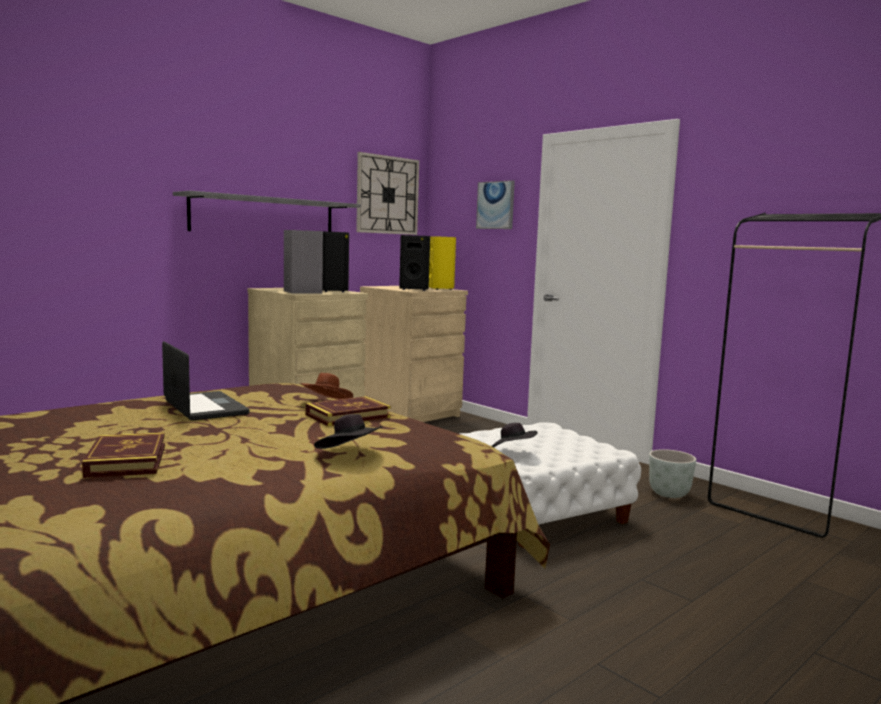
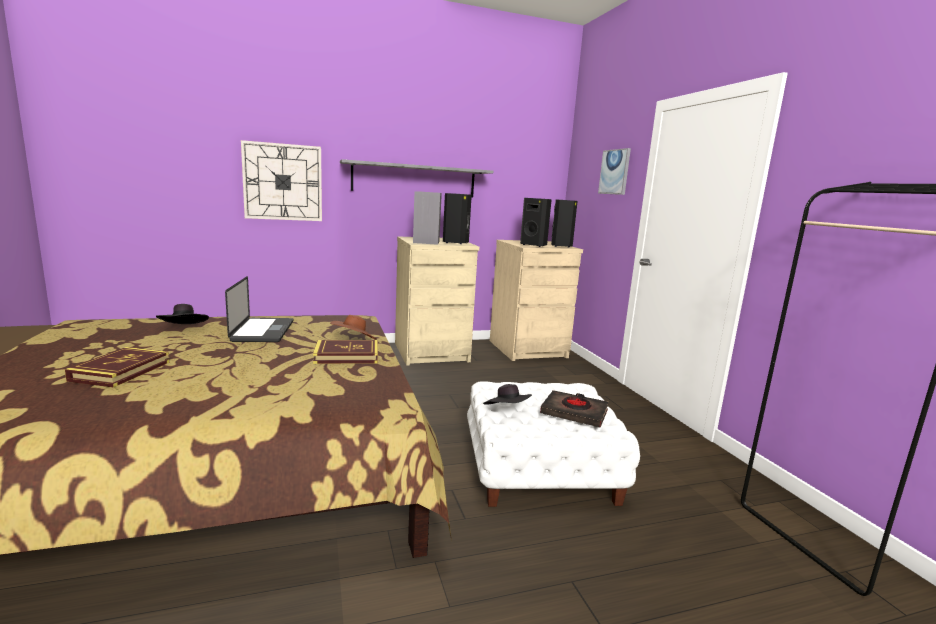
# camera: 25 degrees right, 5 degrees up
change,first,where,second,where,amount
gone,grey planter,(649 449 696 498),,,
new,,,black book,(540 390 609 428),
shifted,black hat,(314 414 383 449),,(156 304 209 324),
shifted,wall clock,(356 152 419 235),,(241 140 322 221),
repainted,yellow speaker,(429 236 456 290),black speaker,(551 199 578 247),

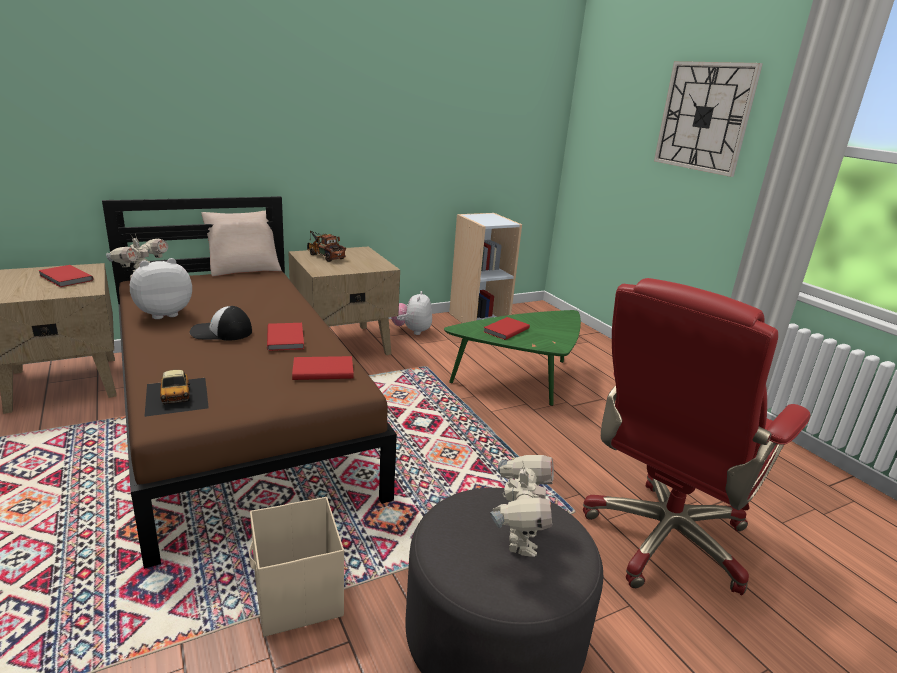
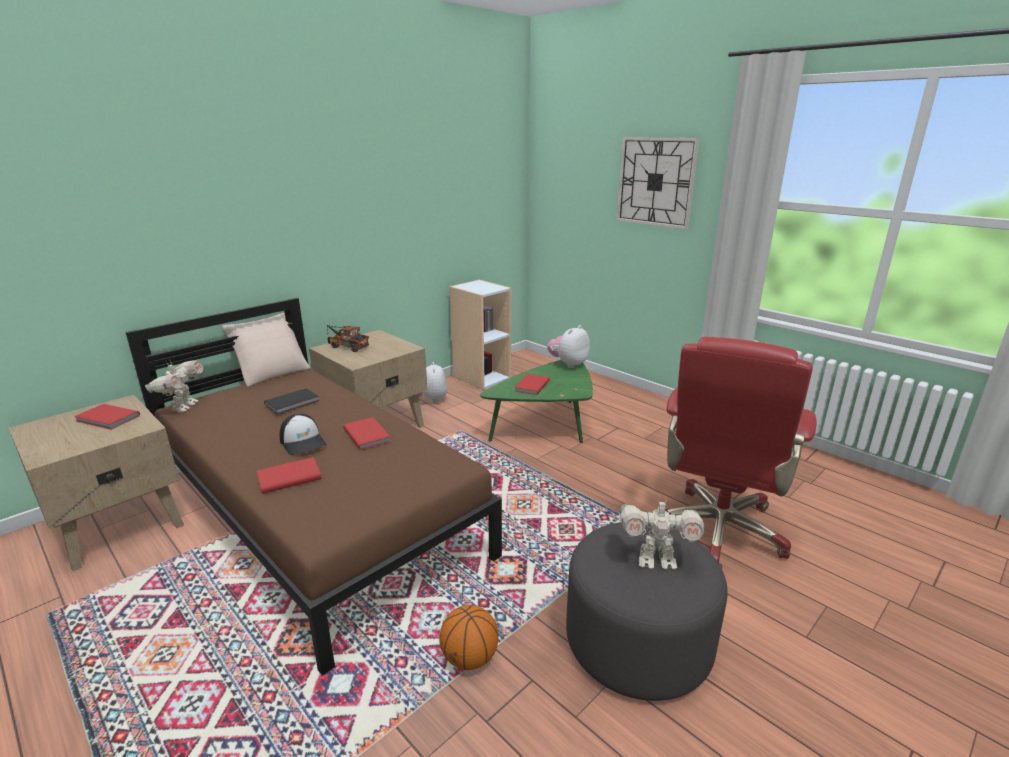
# camera: 15 degrees left, 0 degrees up
change,first,where,second,where,amount
gone,toy car,(144 370 209 417),,,
new,,,black book,(264 388 319 415),
shifted,plush toy,(130 258 192 319),,(547 325 590 368),
shifted,red book,(292 356 354 380),,(257 457 322 494),
swapped,beige storage box,(249 497 344 637),basketball,(439 605 499 670),
rotated,cap,(190 306 252 341),,(280 414 326 455),105 degrees counterclockwise
rotated,toy robot,(490 455 554 557),,(620 496 704 569),105 degrees clockwise

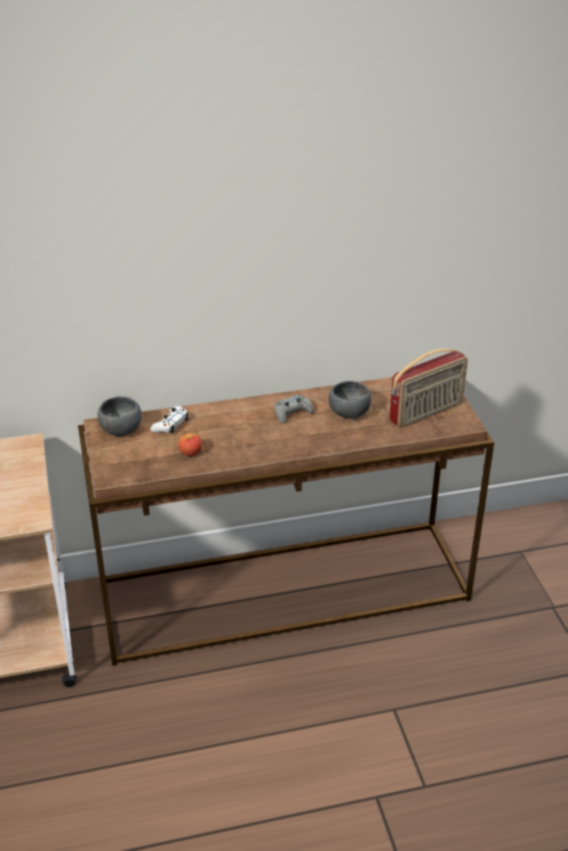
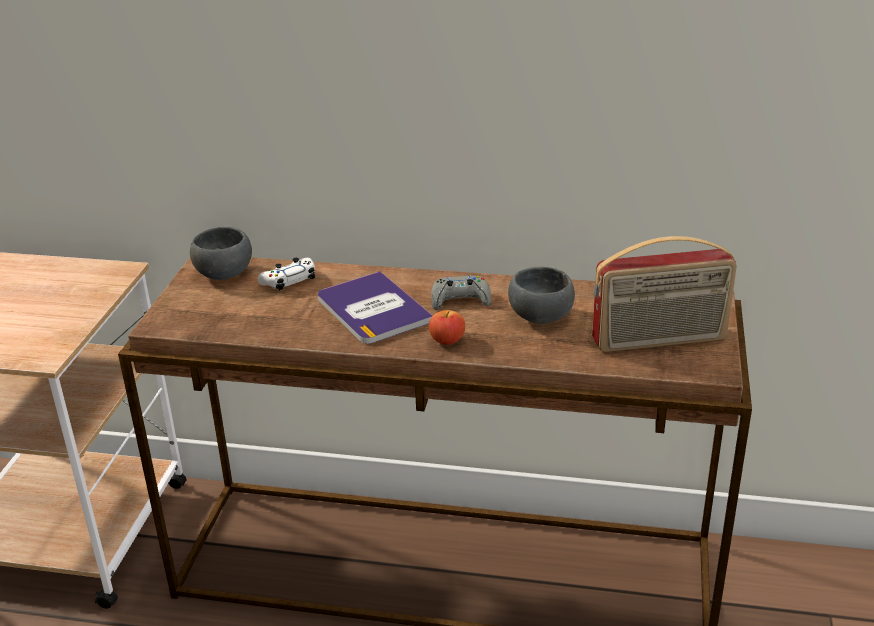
# camera: 25 degrees right, 5 degrees down
change,first,where,second,where,amount
new,,,book,(318 271 433 344),
shifted,apple,(178 433 202 456),,(429 310 465 345),

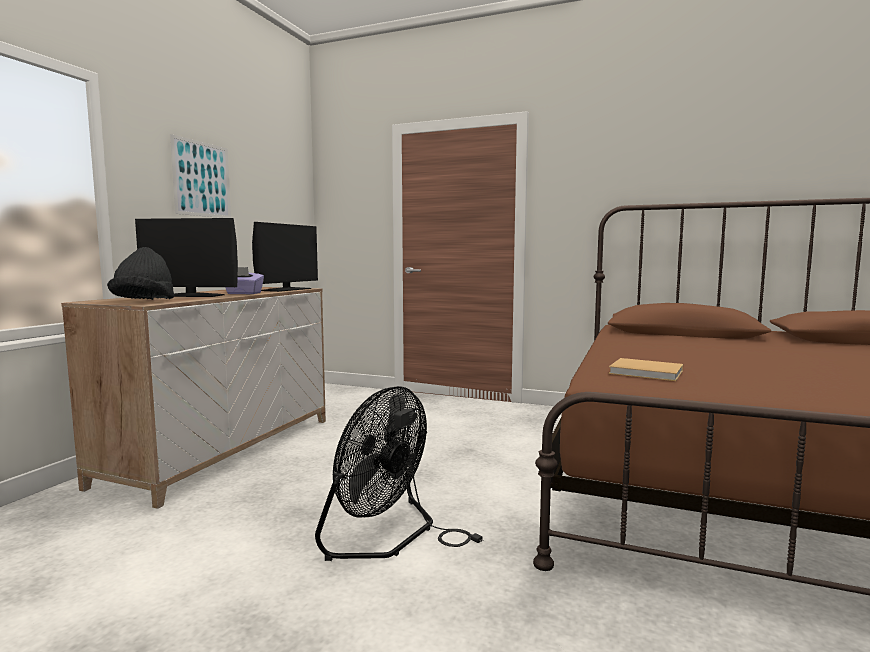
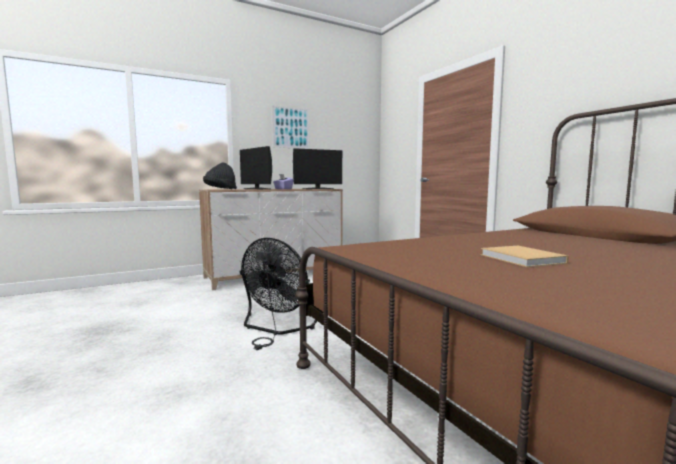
# camera: 40 degrees right, 0 degrees up
change,first,where,second,where,amount
shifted,beige book,(609 358 683 381),,(481 246 569 267),
rotated,black fan,(315 386 483 561),,(239 238 317 350),45 degrees clockwise

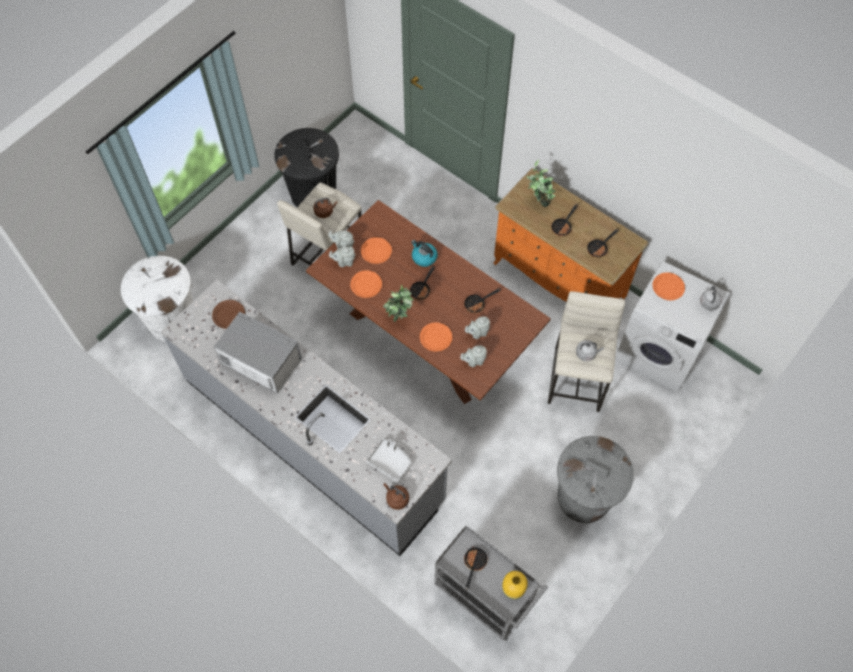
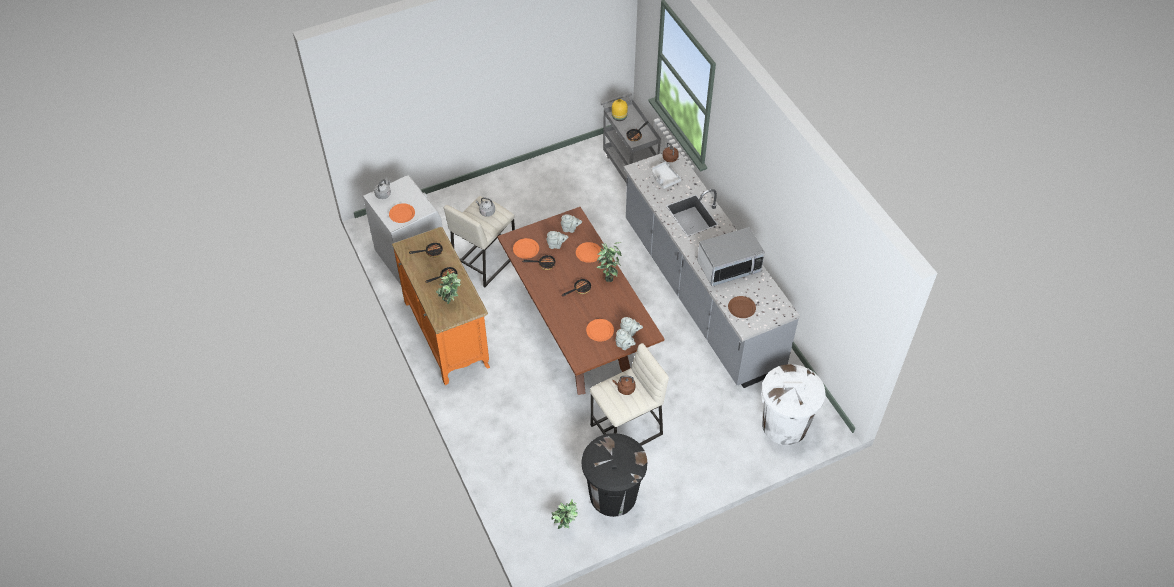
# camera: 155 degrees left, 10 degrees down
change,first,where,second,where,amount
gone,kettle,(411 240 438 267),,,
gone,grey trash can,(557 436 634 523),,,
new,,,potted plant,(551 500 578 529),
shifted,orange plate,(350 270 382 298),,(513 238 539 259),
rotated,microwave,(214 312 302 394),,(697 227 765 286),75 degrees counterclockwise

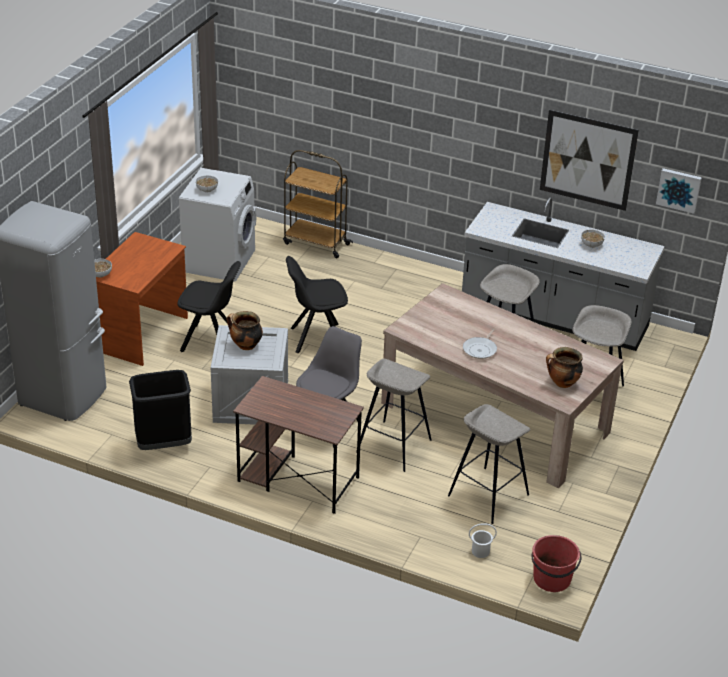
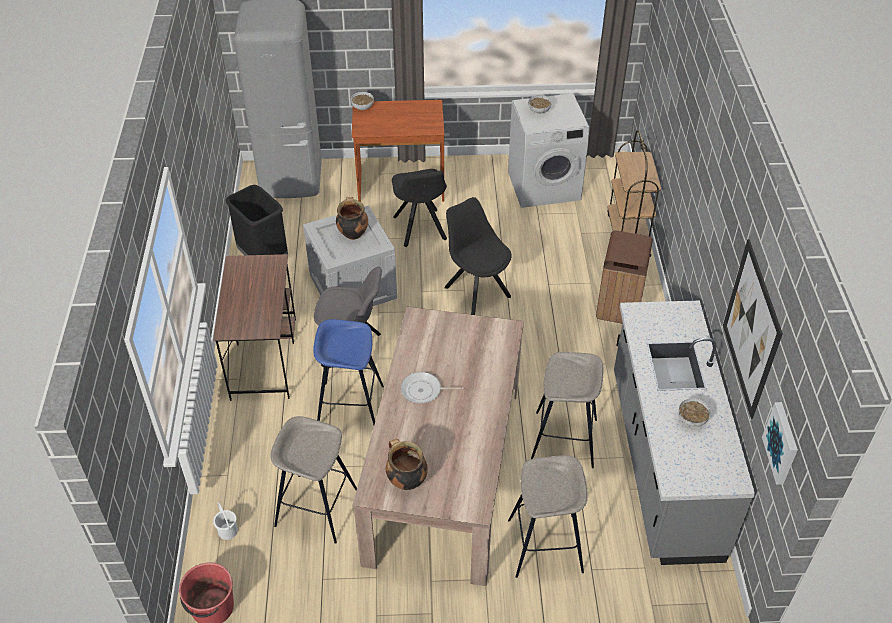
# camera: 65 degrees right, 10 degrees up
change,first,where,second,where,amount
new,,,brown trash can,(596 230 653 324),
repainted,grey stool,(356 359 431 472),blue stool,(313 319 384 425),

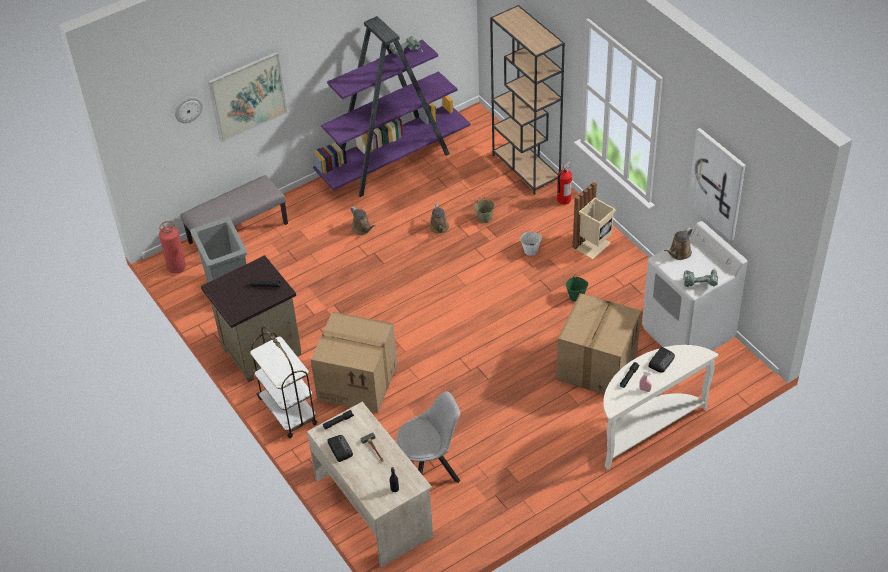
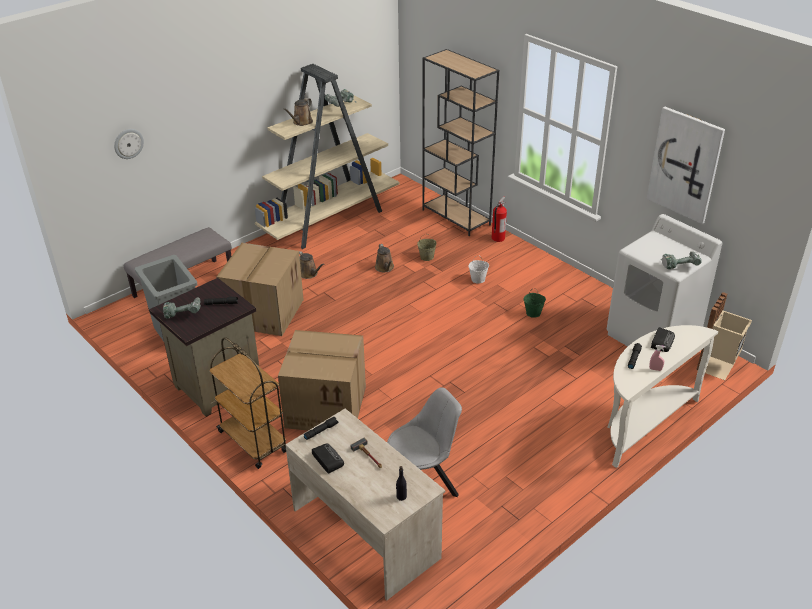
# camera: 10 degrees left, 10 degrees down
change,first,where,second,where,amount
gone,fire extinguisher,(159 221 186 274),,,
gone,picture,(208 52 287 142),,,
new,,,power drill,(163 297 201 319),
shifted,cardboard box,(557 293 641 394),,(216 243 304 336),
shifted,beige trash can,(572 182 616 259),,(696 292 752 380),
shifted,brown watering can,(664 227 692 260),,(283 98 313 126),
repainted,white cart,(250 327 317 438),brown cart,(209 337 286 469),
repainted,purple bookcase,(313 16 471 197),beige bookcase,(255 64 400 249),

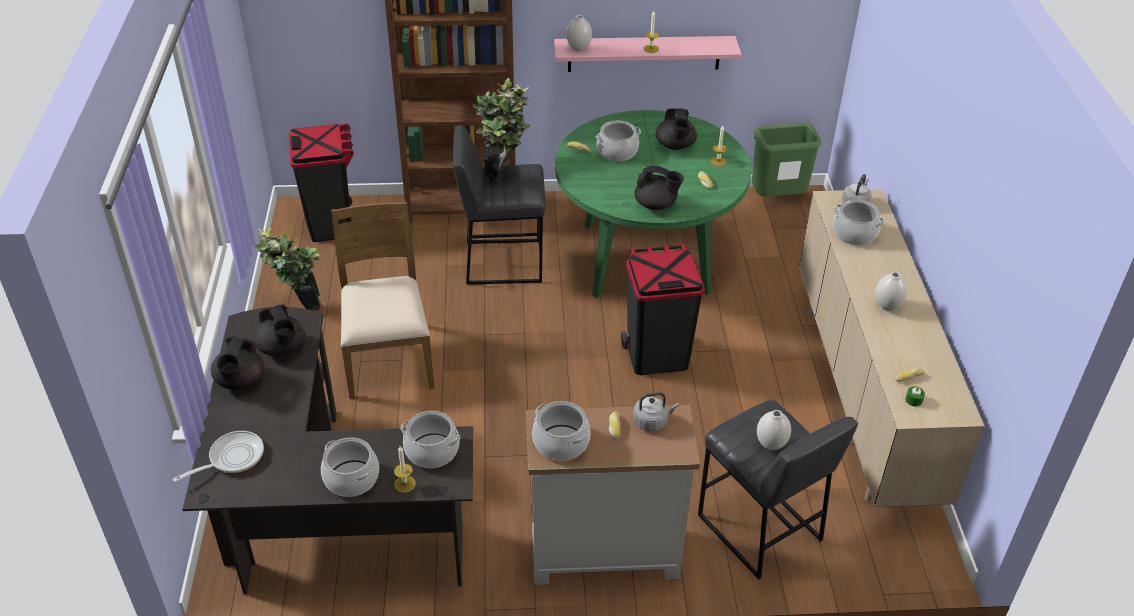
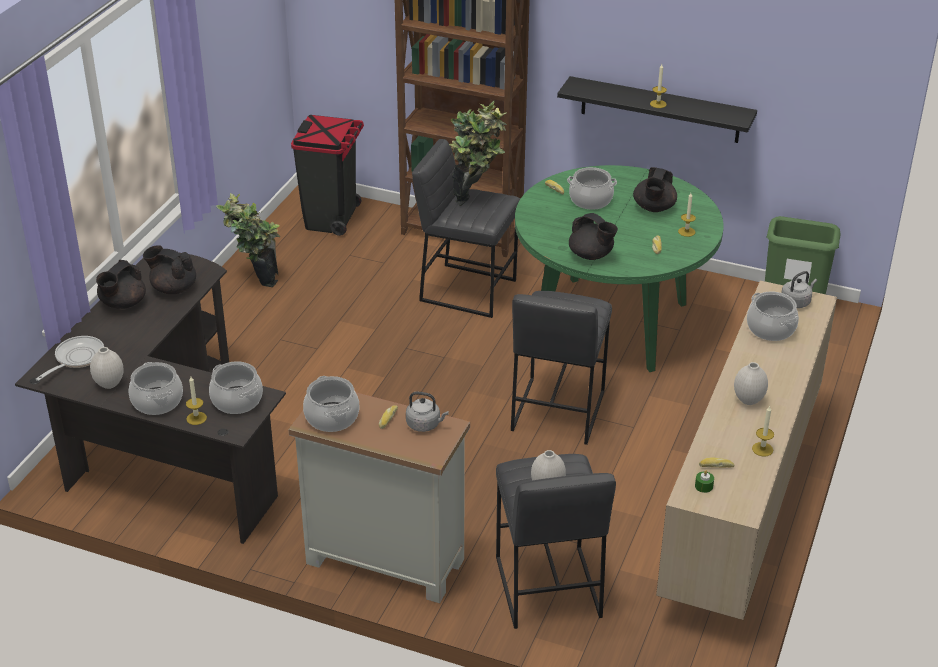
# camera: 25 degrees right, 5 degrees down
change,first,where,second,where,amount
gone,brown chair,(331 202 434 399),,,
new,,,candle,(752 406 774 456),
shifted,white vase,(566 15 592 51),,(90 347 124 389),
swapped,black trash can,(621 244 705 375),grey stool,(511 291 612 445),
repainted,pink shelf,(554 36 742 72),black shelf,(557 76 757 143),
rotated,frying pan,(173 431 264 482),,(36 336 104 381),45 degrees counterclockwise
rotated,black teapot,(254 304 305 356),,(143 245 196 294),120 degrees clockwise

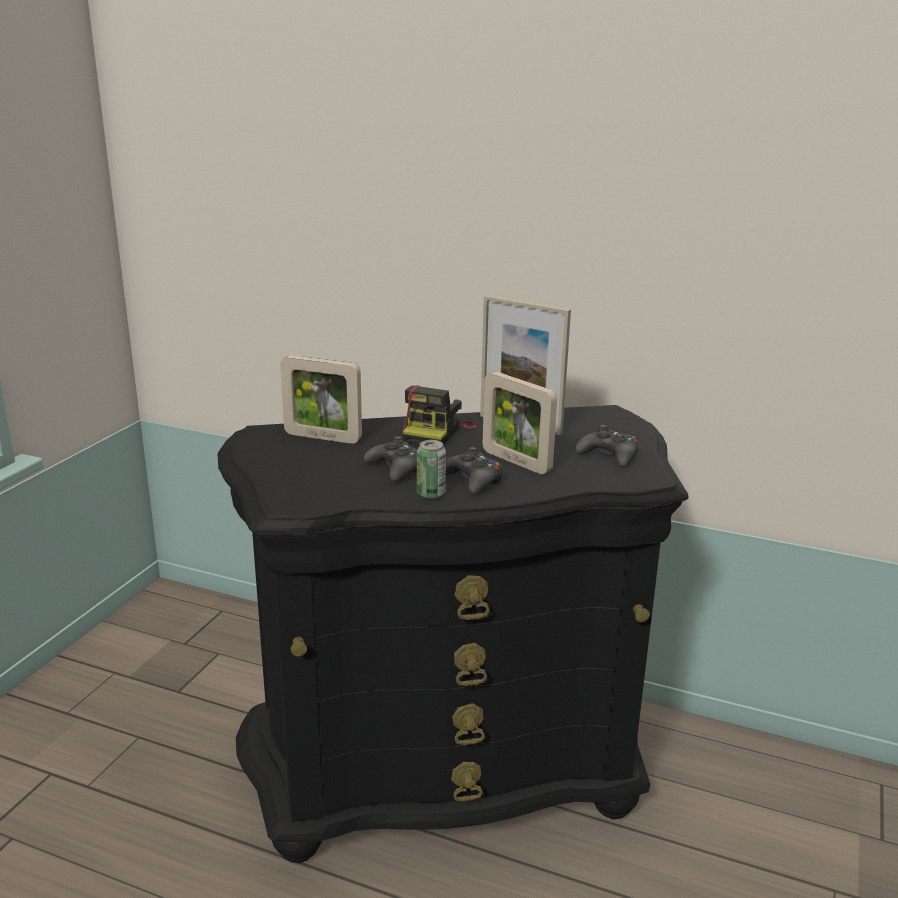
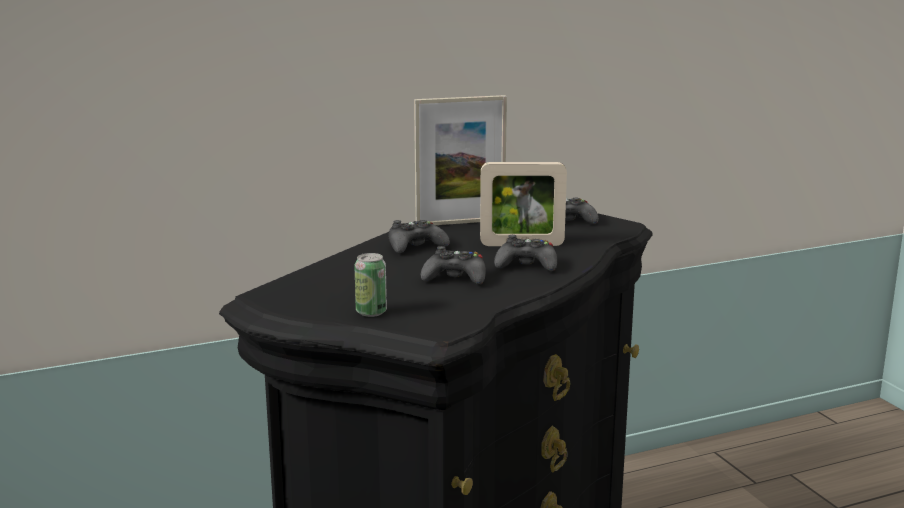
# camera: 45 degrees left, 5 degrees down
change,first,where,second,where,amount
gone,picture frame,(280 355 362 444),,,
shifted,can,(417 440 446 499),,(354 253 387 317),
swapped,photo camera,(402 385 476 445),black game controller,(388 220 450 253),

